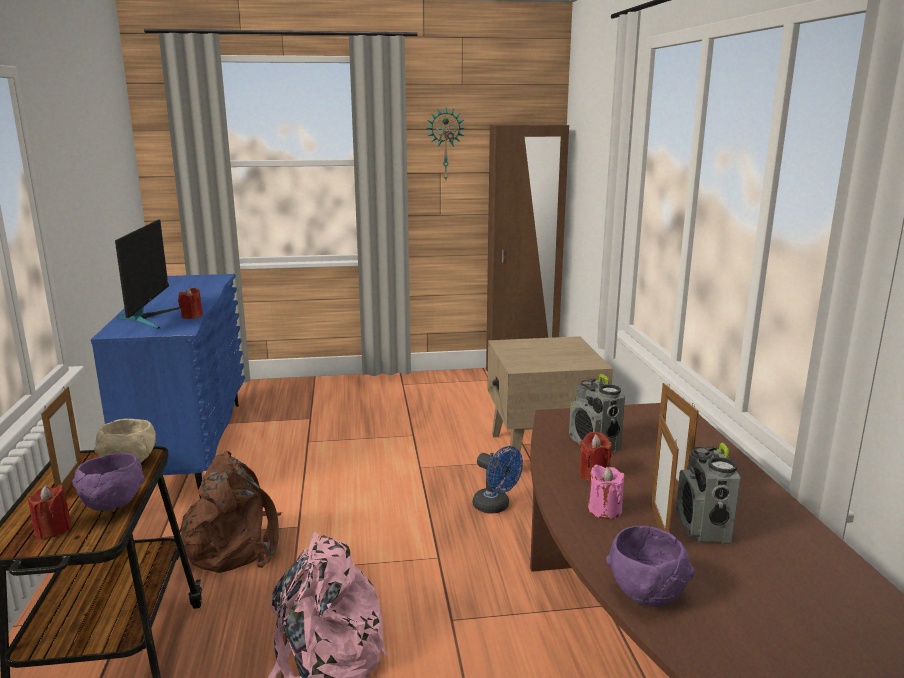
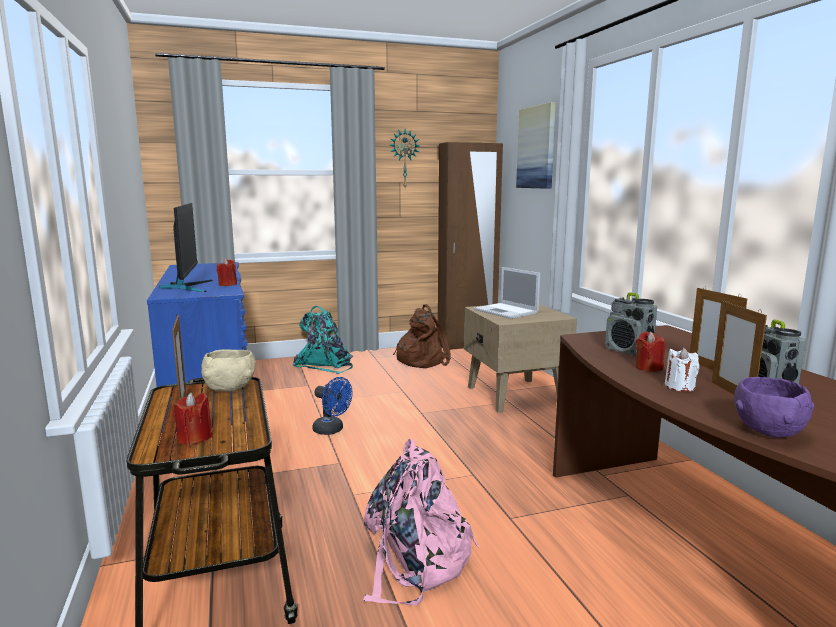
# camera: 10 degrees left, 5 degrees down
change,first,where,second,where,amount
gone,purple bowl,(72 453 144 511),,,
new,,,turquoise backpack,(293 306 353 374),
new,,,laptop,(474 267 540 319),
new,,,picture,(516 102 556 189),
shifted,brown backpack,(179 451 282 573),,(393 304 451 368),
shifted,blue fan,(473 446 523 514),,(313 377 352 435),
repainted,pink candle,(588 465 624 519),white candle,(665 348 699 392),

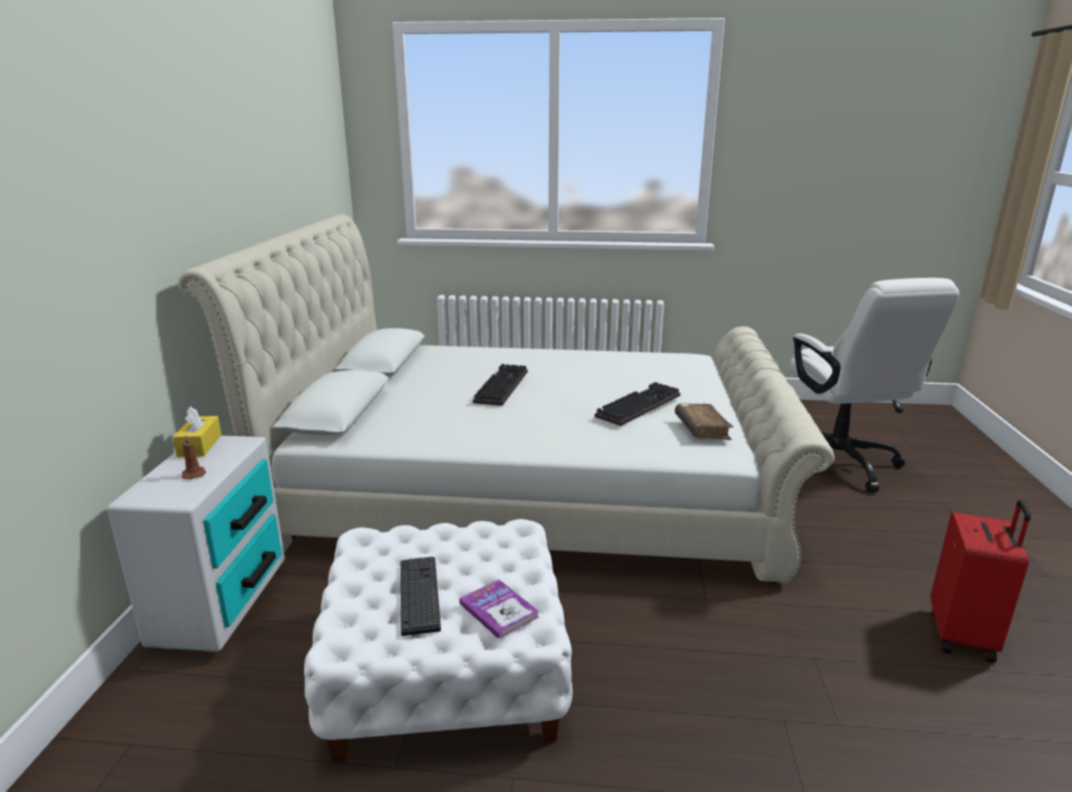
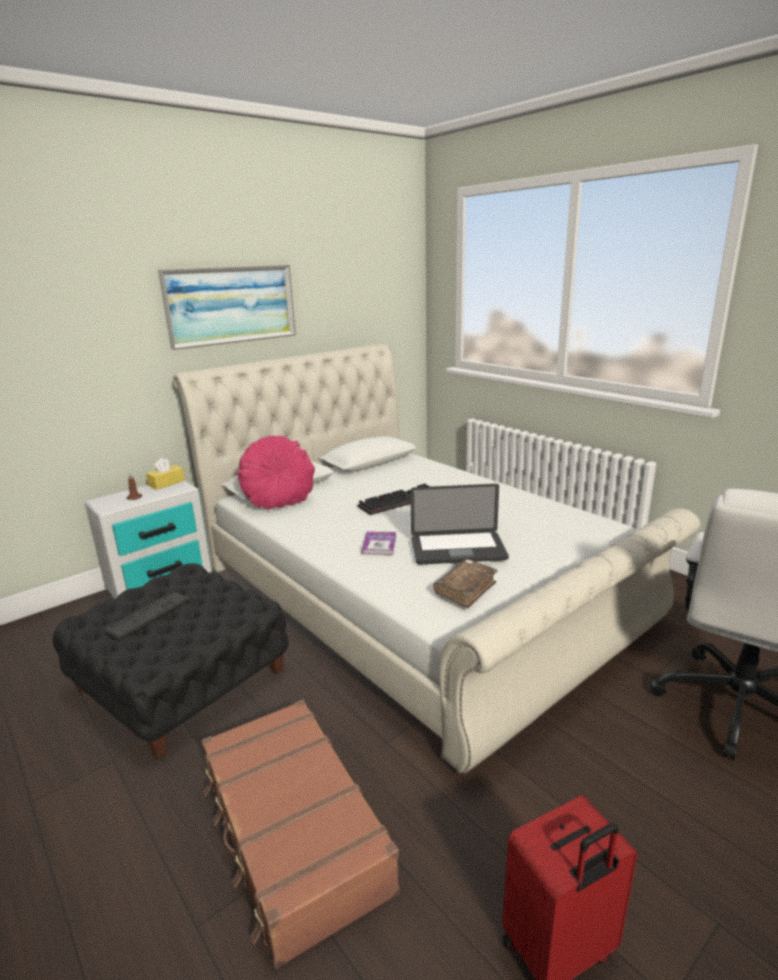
# camera: 45 degrees right, 0 degrees up
change,first,where,second,where,amount
new,,,picture,(158 265 296 350),
new,,,brown suitcase,(202 699 400 969),
new,,,pink pillow,(237 435 315 509),
shifted,book,(459 579 539 639),,(361 532 396 555),
swapped,keyboard,(595 382 680 426),laptop,(410 484 509 565),
repainted,white ottoman,(304 519 573 762),black ottoman,(53 563 289 759),

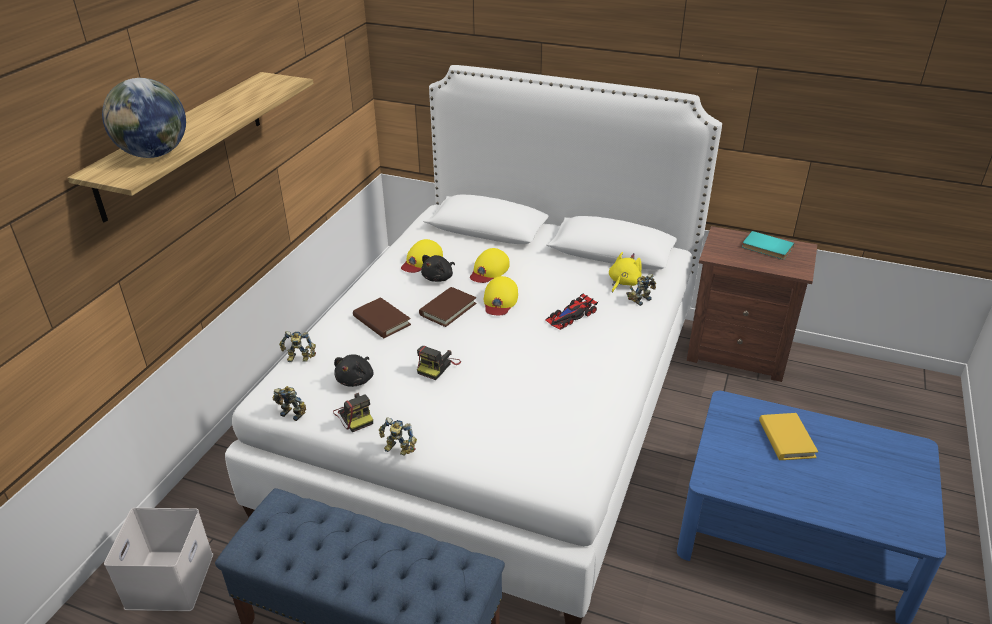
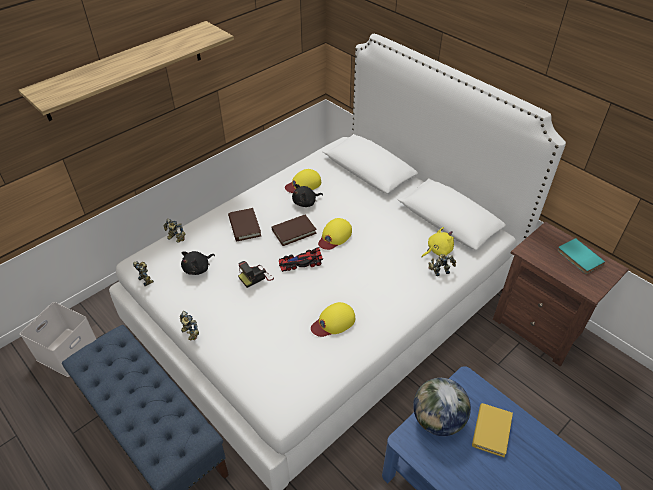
# camera: 25 degrees right, 10 degrees up
change,first,where,second,where,amount
gone,photo camera,(333 393 373 432),,,
shifted,globe,(102 78 186 158),,(413 378 471 436),
shifted,yellow cap,(470 248 510 283),,(311 302 355 337),
shifted,toy car,(546 293 598 330),,(279 247 323 272),

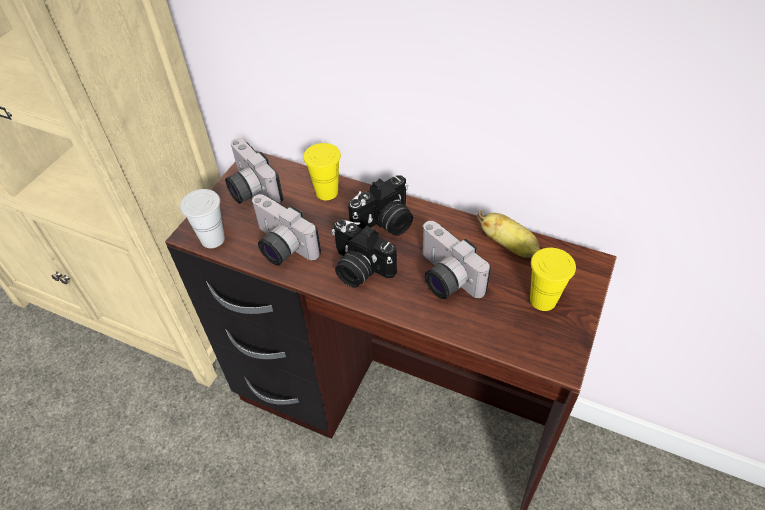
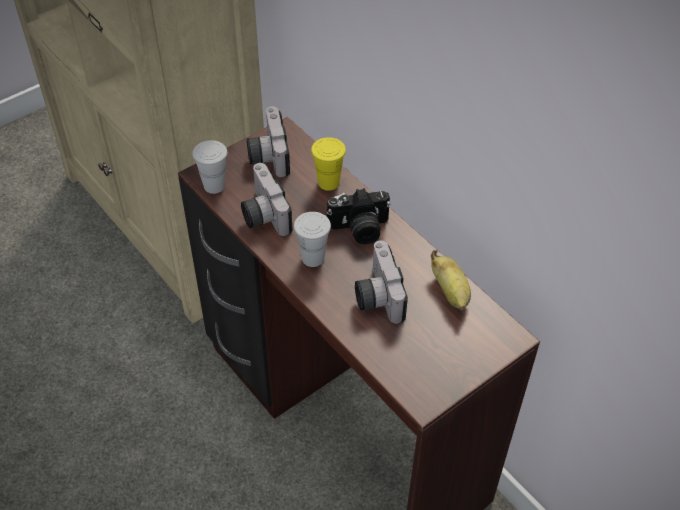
# camera: 25 degrees right, 0 degrees up
change,first,where,second,where,amount
gone,yellow cup,(530 248 576 311),,,
swapped,photo camera,(332 219 397 288),white cup,(294 212 331 267),

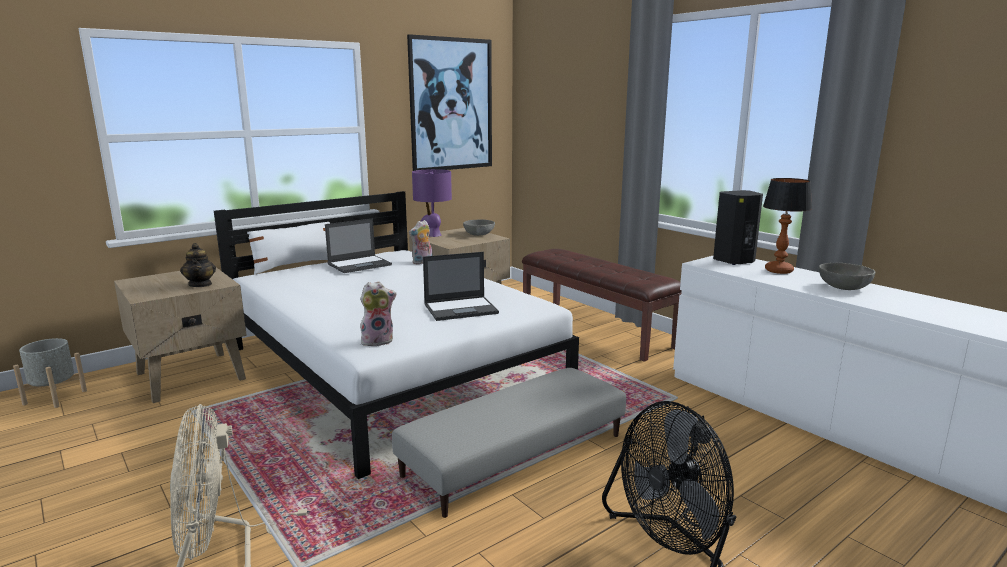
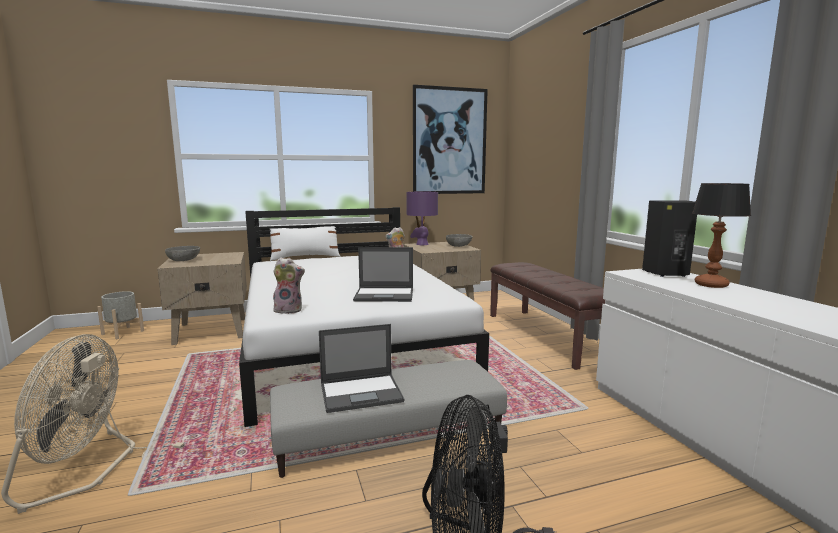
# camera: 20 degrees right, 5 degrees down
change,first,where,second,where,amount
gone,teapot,(180 243 216 287),,,
shifted,laptop,(325 219 392 273),,(319 324 405 413),
shifted,grey bowl,(819 263 875 290),,(165 246 200 261),

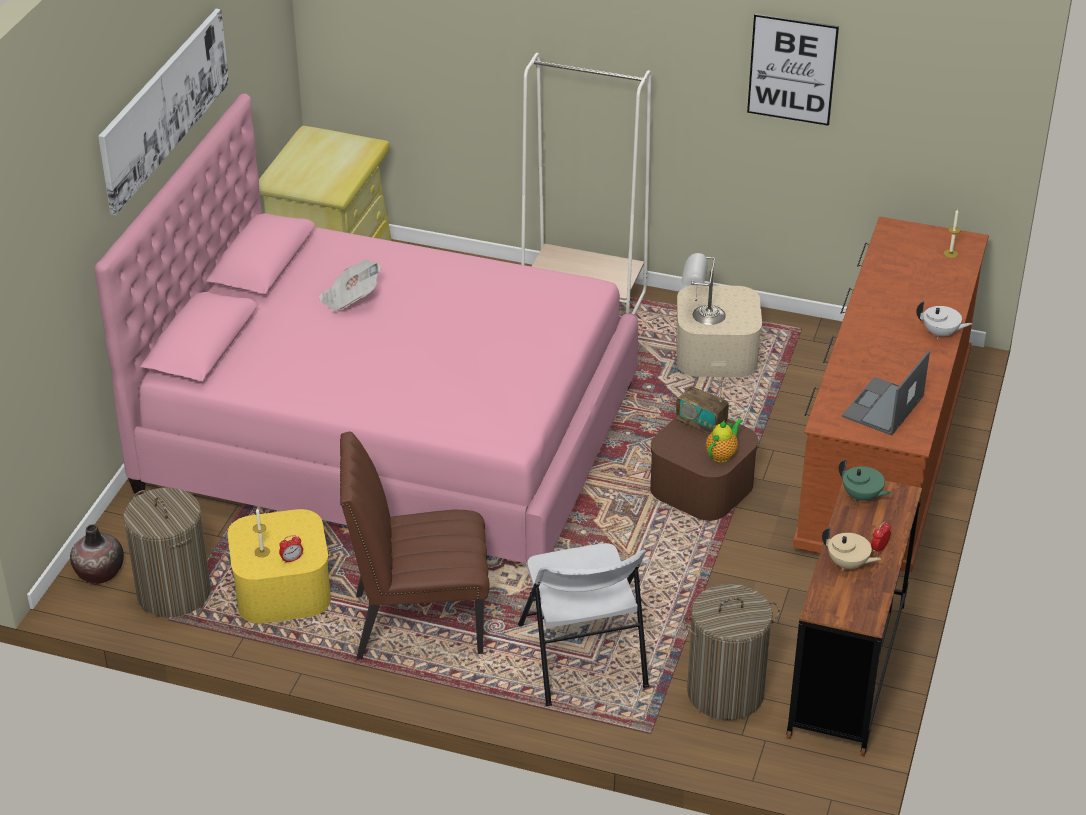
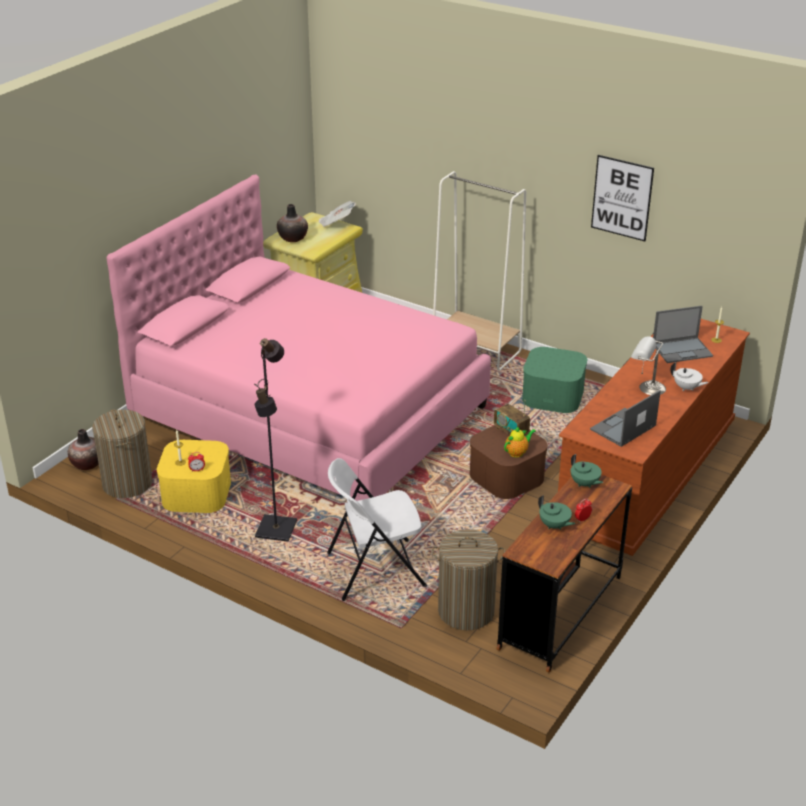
# camera: 15 degrees right, 5 degrees down
change,first,where,second,where,amount
gone,picture,(98 9 229 215),,,
new,,,vase,(277 204 308 242),
new,,,laptop,(653 306 713 363),
shifted,newspaper,(319 259 381 312),,(318 201 356 227),
shifted,white table lamp,(681 253 726 325),,(631 336 666 395),
swapped,brown chair,(340 432 490 659),black floor lamp,(254 338 297 542),
repainted,beige storage box,(676 285 762 377),green storage box,(522 347 587 413),
repainted,beige teapot,(822 527 881 571),green teapot,(538 495 575 530),
rotated,white chair,(518 543 649 706),,(327 458 427 601),75 degrees clockwise

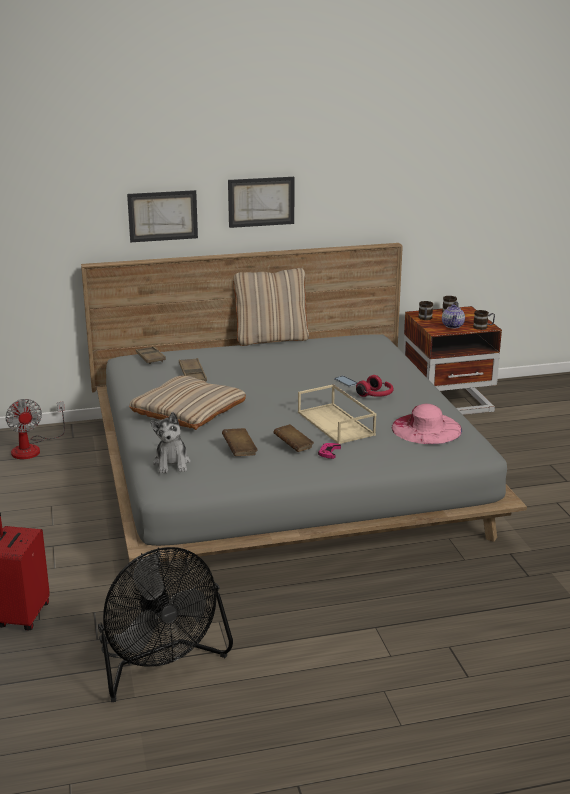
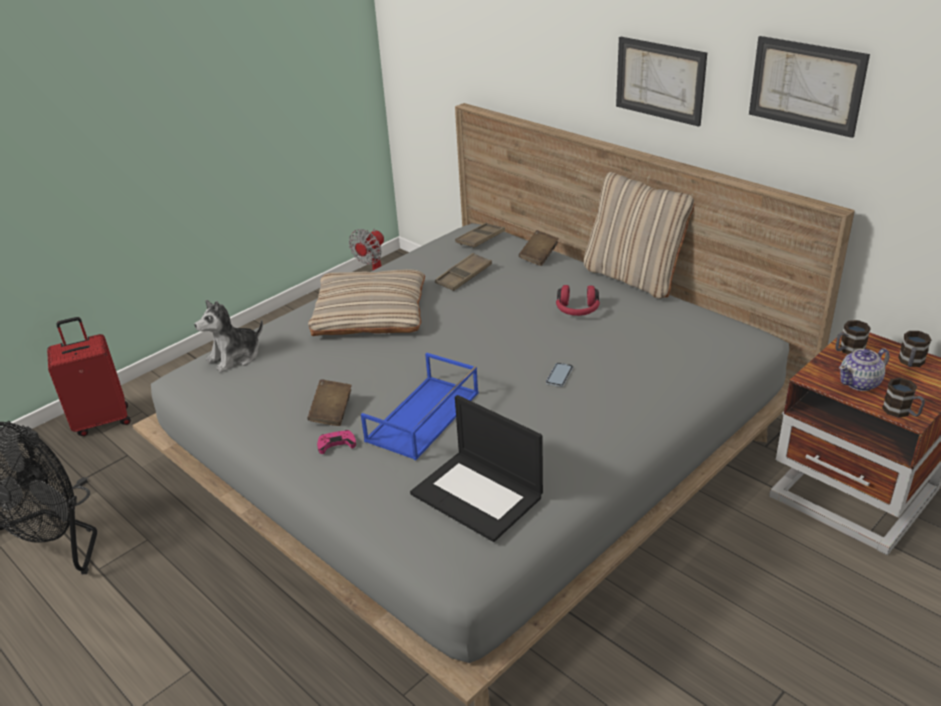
# camera: 60 degrees right, 10 degrees up
change,first,where,second,where,amount
shifted,picture,(127 190 198 242),,(749 36 870 138),
shifted,brown book,(222 428 258 456),,(519 230 559 266),
shifted,red headphones,(356 375 394 397),,(556 285 600 316),
swapped,pink hat,(391 403 462 444),laptop,(410 395 543 542),
repainted,beige tray,(298 384 377 444),blue tray,(361 353 478 460),

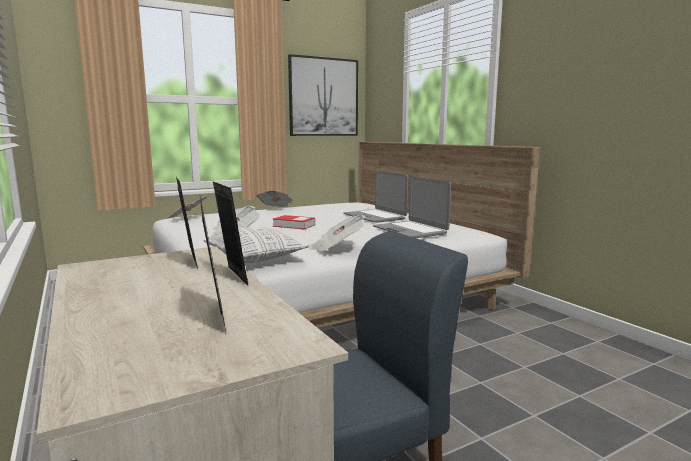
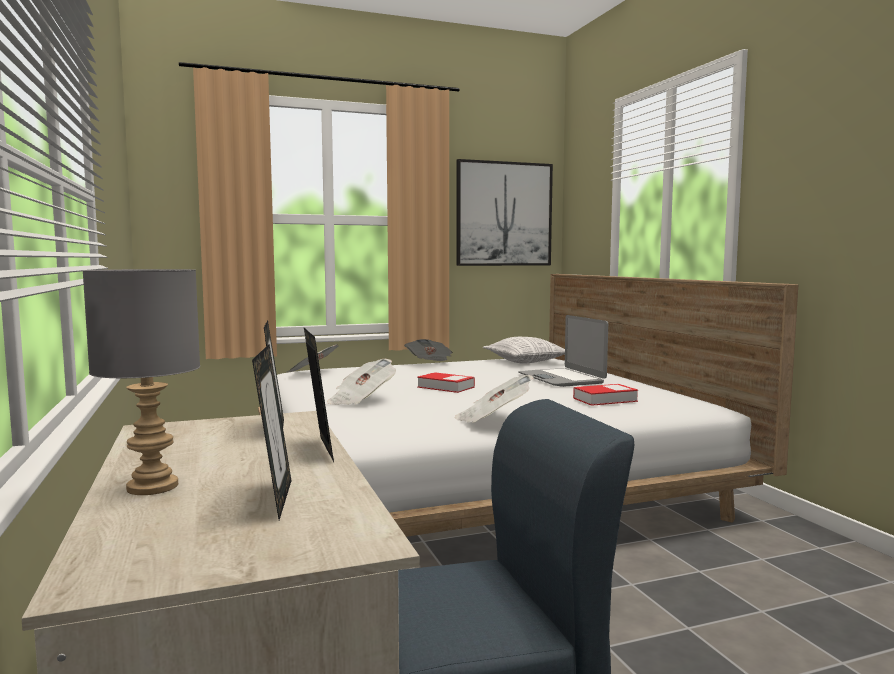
# camera: 10 degrees right, 5 degrees down
change,first,where,second,where,amount
new,,,grey table lamp,(82 269 200 495),
shifted,pillow,(204 227 309 263),,(483 337 565 363),
swapped,laptop,(373 177 451 238),book,(573 384 638 406),

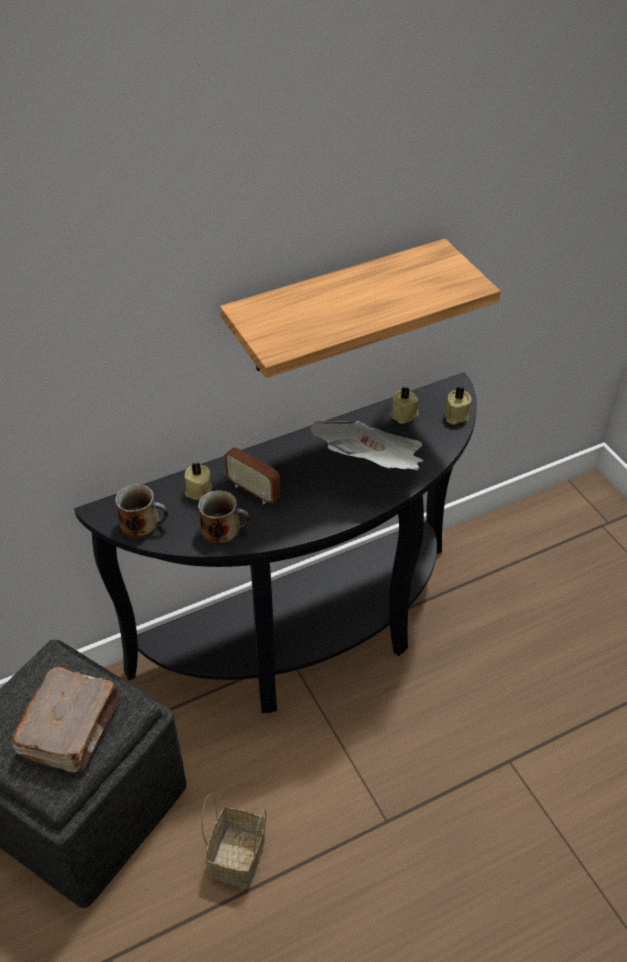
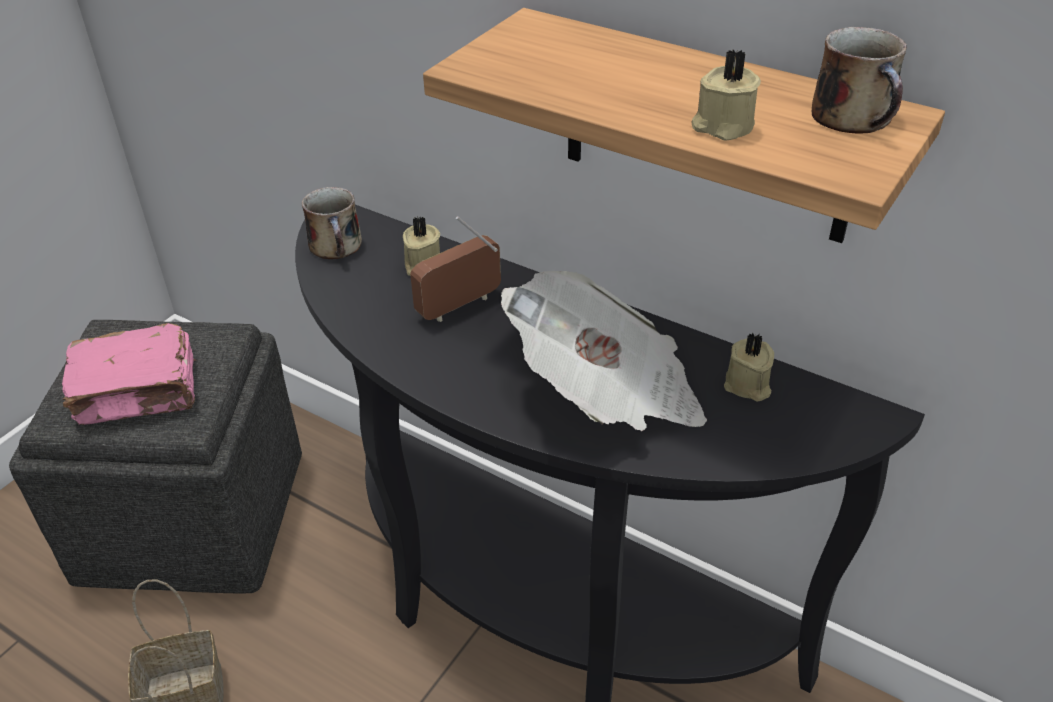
# camera: 60 degrees right, 5 degrees down
change,first,where,second,where,amount
shifted,mug,(198 490 251 544),,(812 27 907 133),
shifted,beige candle,(445 387 472 425),,(691 49 761 141),
repainted,brown book,(11 667 120 772),pink book,(62 323 196 425),
rotated,radio,(224 434 280 504),,(410 216 501 322),45 degrees clockwise

